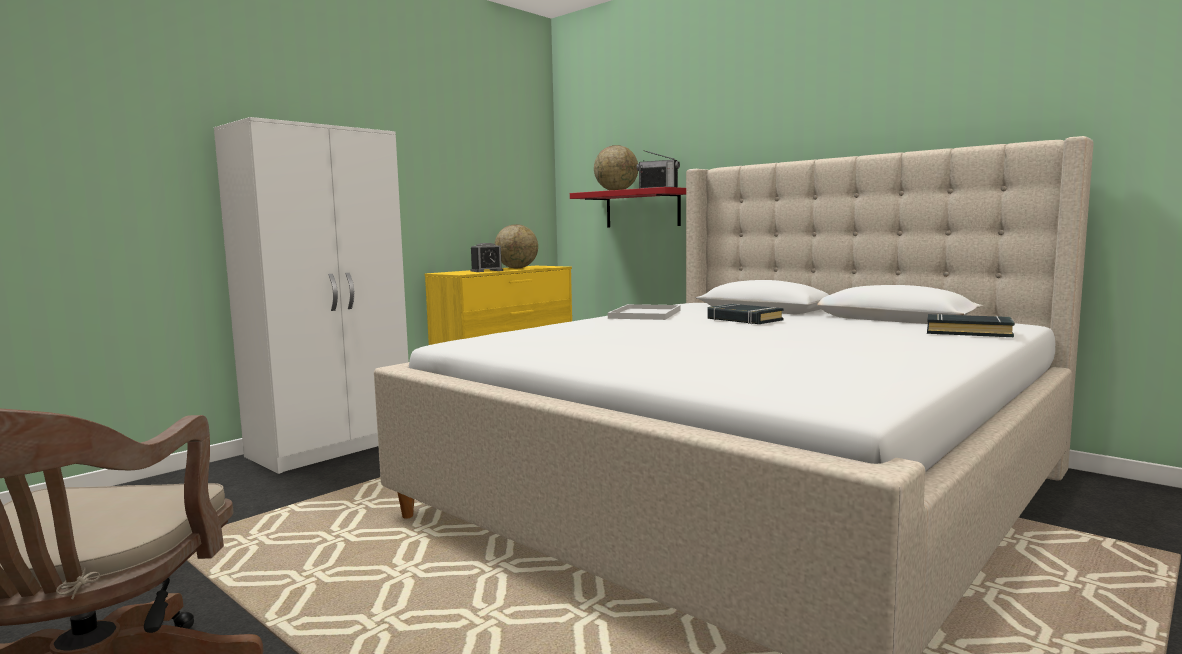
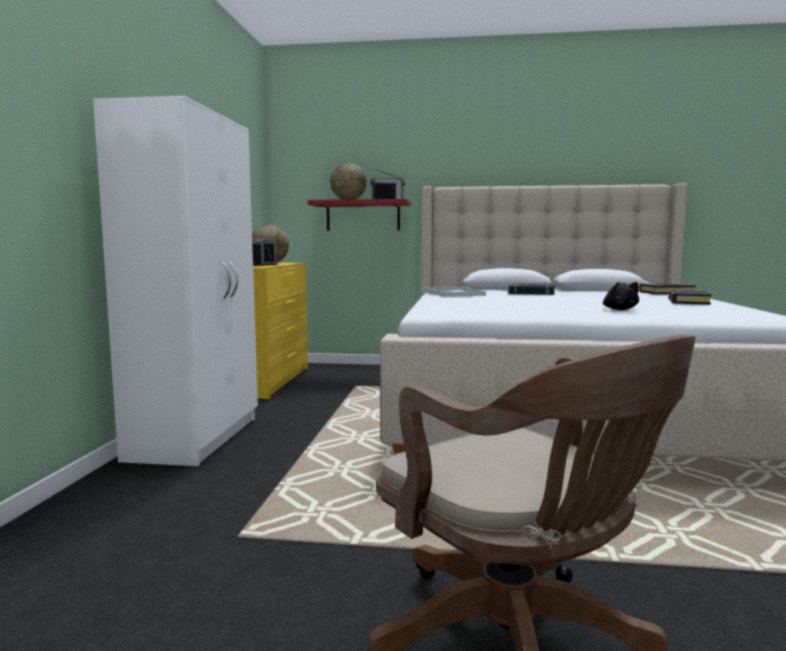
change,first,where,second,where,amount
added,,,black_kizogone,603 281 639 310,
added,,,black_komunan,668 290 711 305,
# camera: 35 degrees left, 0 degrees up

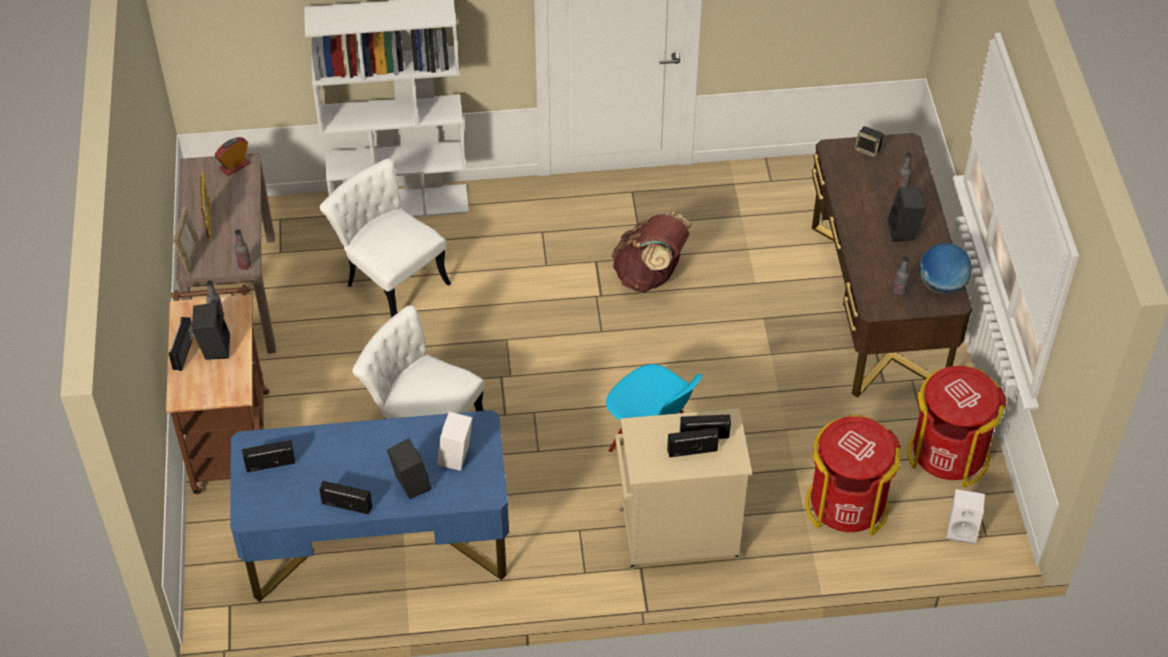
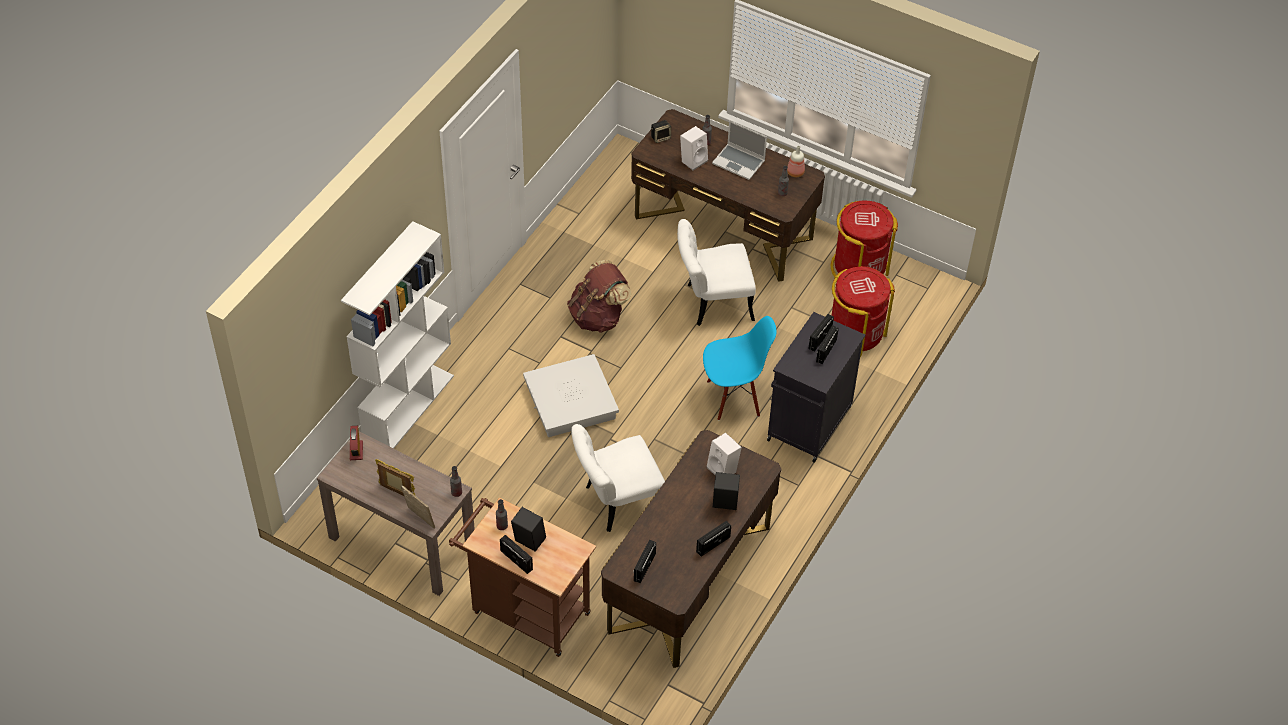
change,first,where,second,where,amount
moved,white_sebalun,320 158 451 318,,677 219 756 326,
replaced,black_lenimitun,888 187 926 242,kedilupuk,712 121 767 180,
replaced,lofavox,919 243 972 295,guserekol,787 146 805 177,
recoloured,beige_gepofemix,615 408 752 570,black_gepofemix,767 312 865 463,
recoloured,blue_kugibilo,230 410 509 602,brown_kugibilo,601 430 782 668,
moved,white_lenimitun,946 489 985 544,,680 126 708 170,
added,,,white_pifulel,523 354 619 437,
# camera: 55 degrees left, 0 degrees up

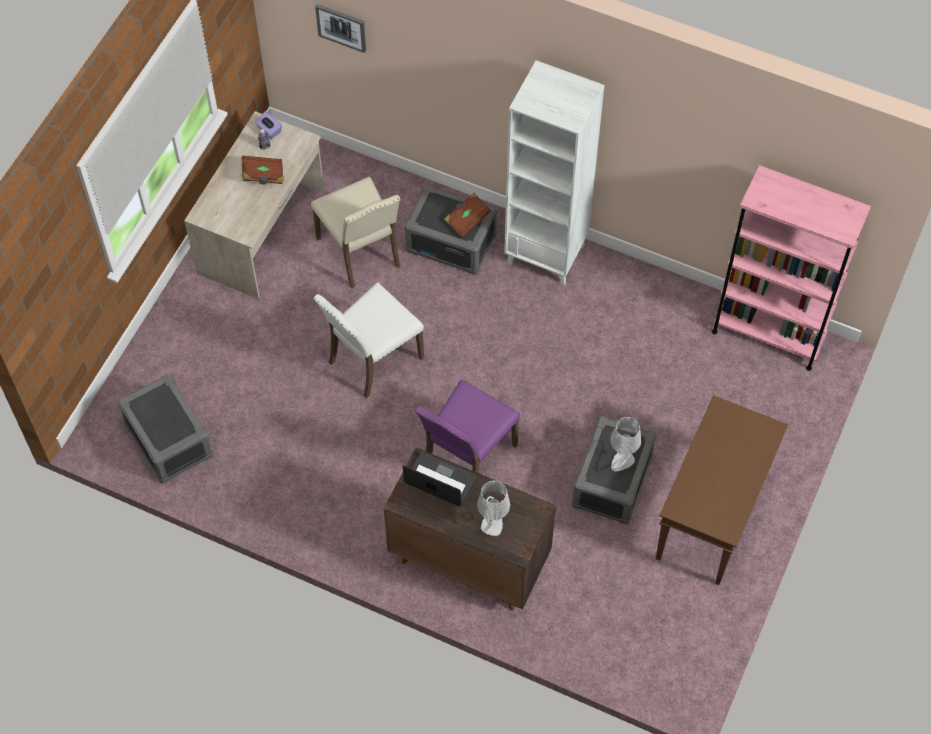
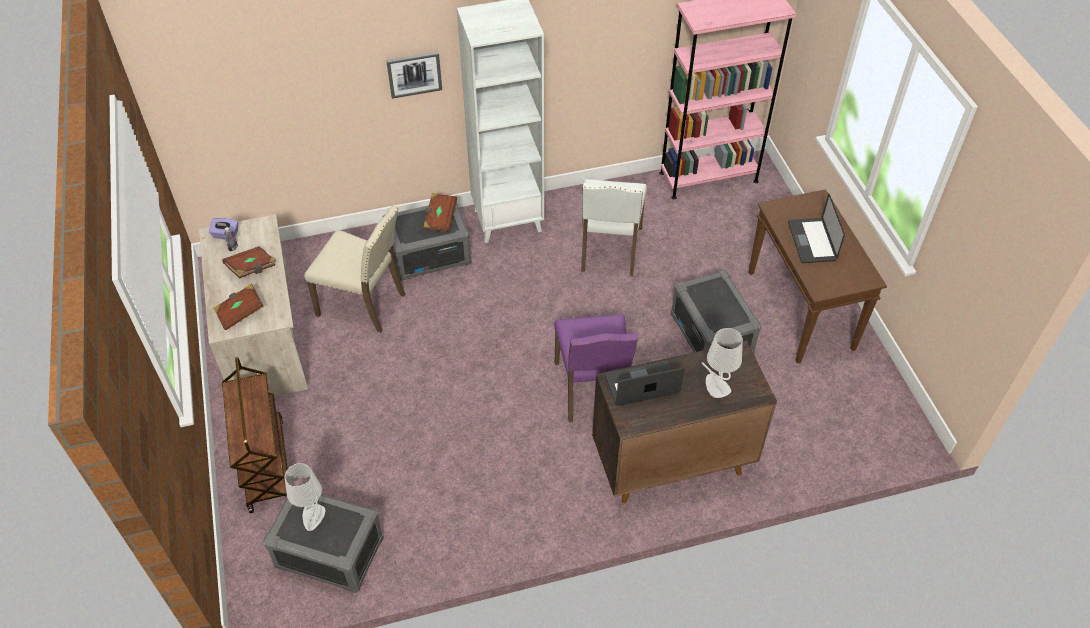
change,first,where,second,where,amount
moved,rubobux,315 4 366 53,,386 52 442 99,
moved,white_sebalun,313 283 424 398,,581 179 647 276,
moved,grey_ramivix,611 417 641 471,,285 463 325 531,
added,,,kedilupuk,788 193 845 263,
added,,,brown_komunan,214 284 263 330,
added,,,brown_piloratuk,222 357 288 514,
# camera: 40 degrees left, 10 degrees down

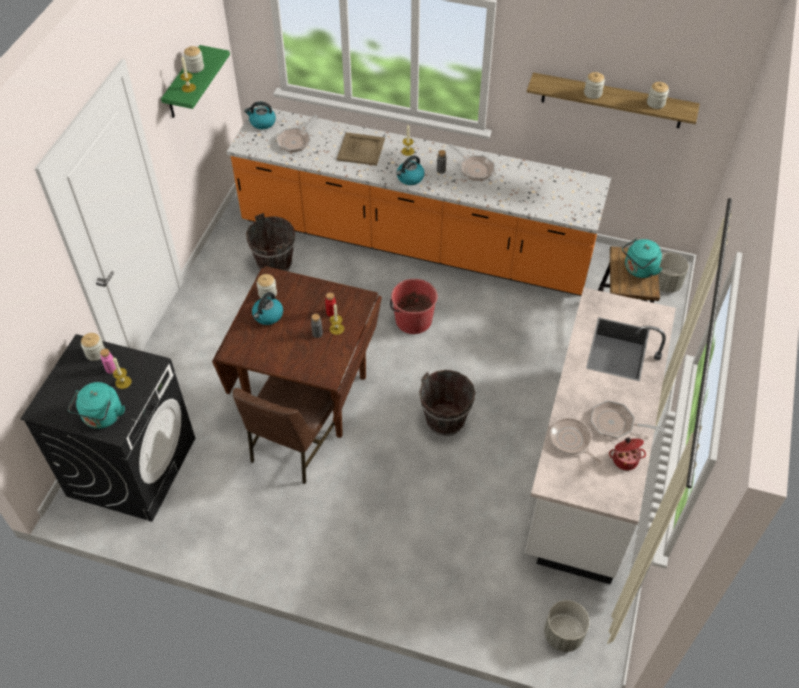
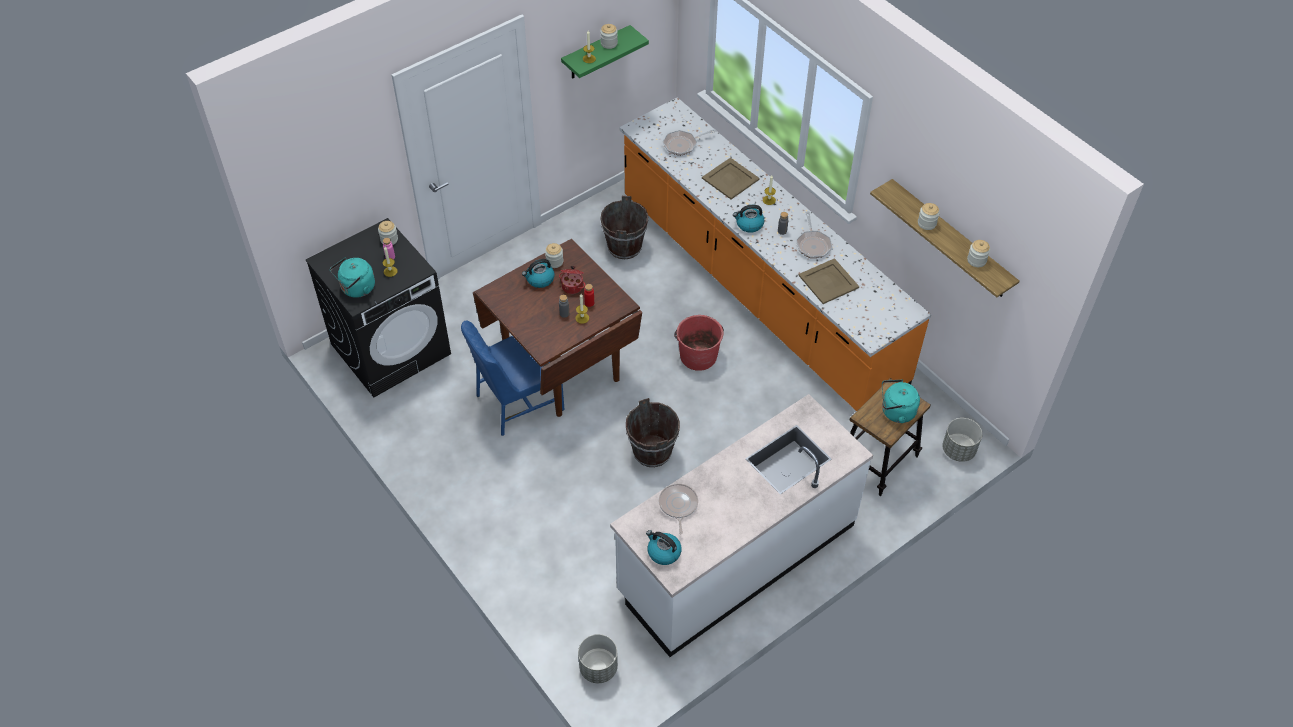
change,first,where,second,where,amount
moved,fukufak,244 102 276 129,,646 530 682 565,
recoloured,brown_sebalun,233 376 335 484,blue_sebalun,461 321 565 436,
removed,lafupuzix,591 400 664 438,,,
moved,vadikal,609 438 646 470,,559 266 586 294,
added,,,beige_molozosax,798 258 859 304,
# camera: 35 degrees right, 0 degrees up

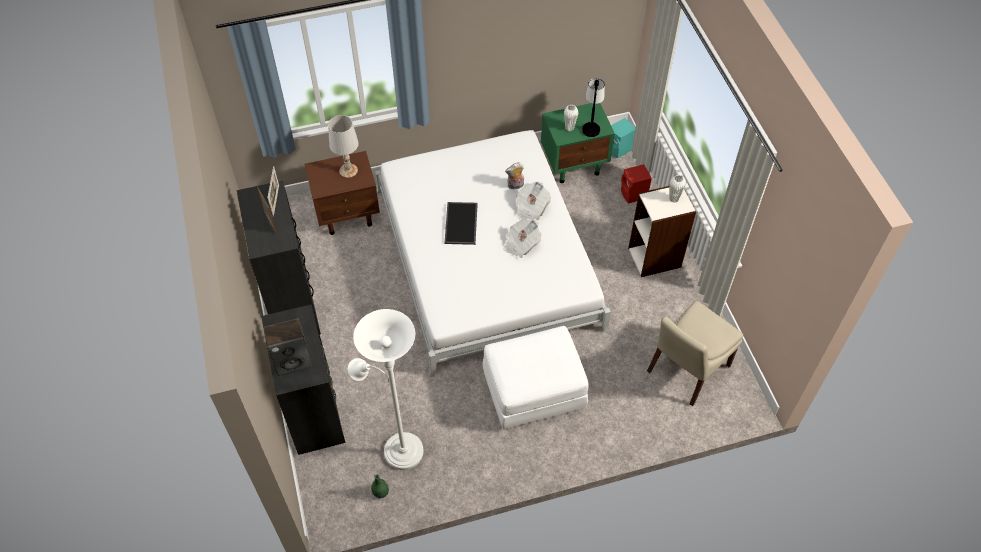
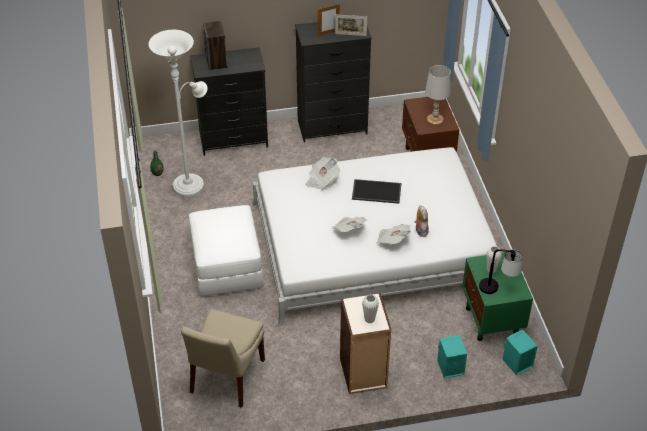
change,first,where,second,where,amount
recoloured,red_lenimitun,621 164 652 204,turquoise_lenimitun,437 336 467 379,
turned,beige_sebalun,647 301 743 406,,181 309 265 408,120 degrees counterclockwise
added,,,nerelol,306 157 340 190,
# camera: 95 degrees right, 10 degrees down

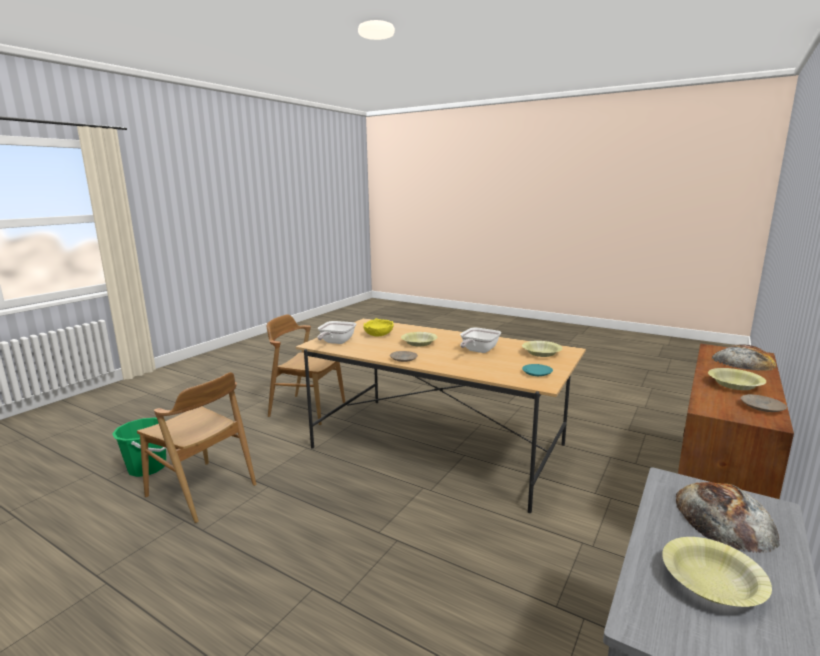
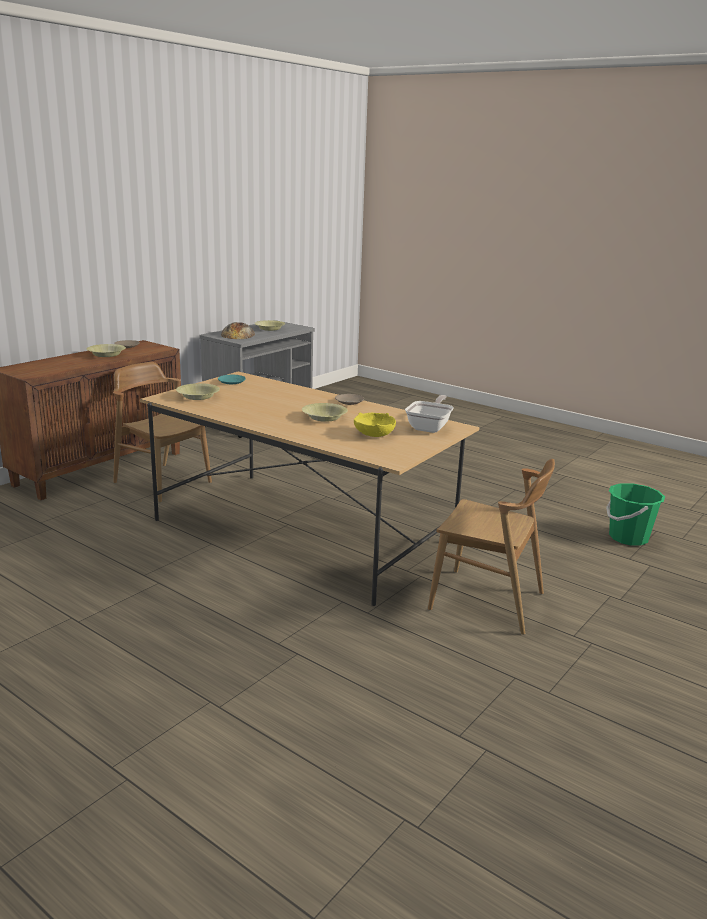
change,first,where,second,where,amount
removed,lafupuzix,460 327 501 353,,,
removed,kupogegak,712 344 776 371,,,
moved,brown_sebalun,137 372 256 523,,113 362 212 503,
# camera: 175 degrees left, 5 degrees up

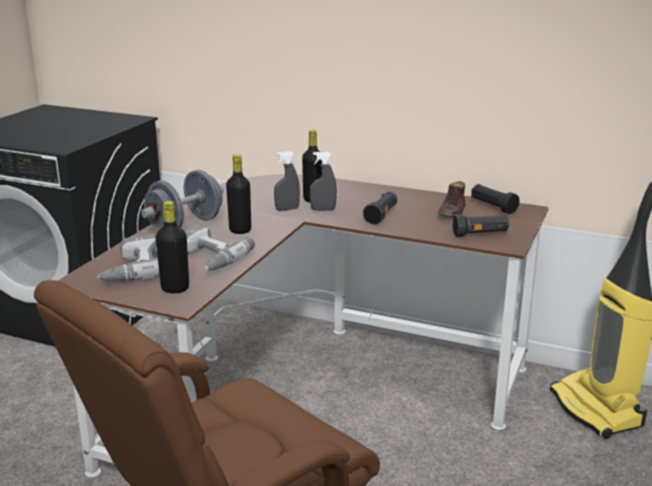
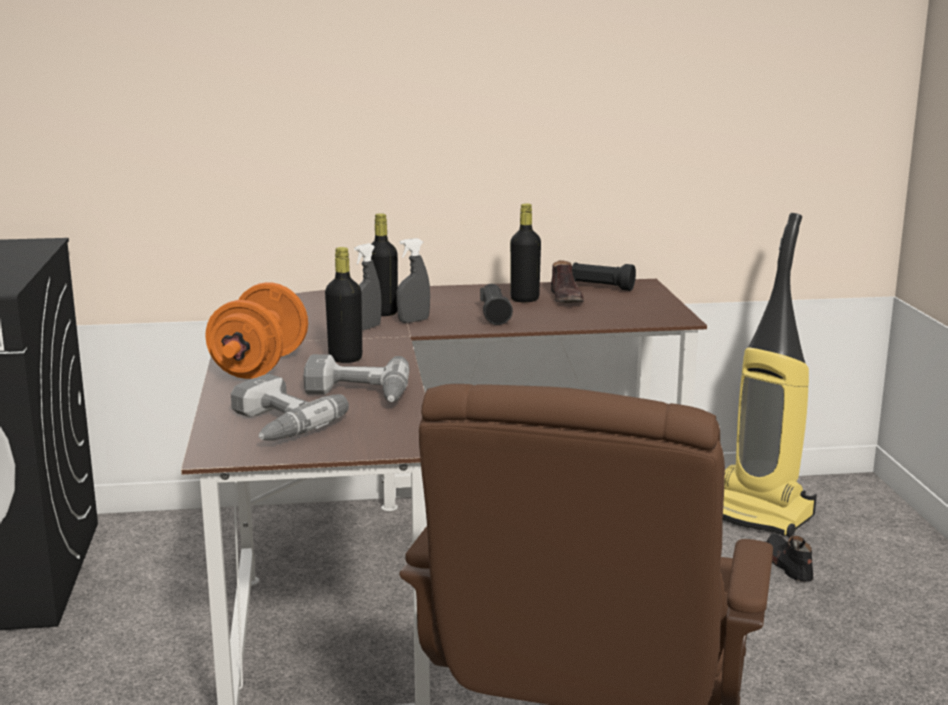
change,first,where,second,where,amount
recoloured,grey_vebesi,141 170 224 229,orange_vebesi,205 282 308 379,
moved,black_guserekol,156 201 189 293,,510 204 541 302,
removed,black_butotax,452 214 509 237,,,
added,,,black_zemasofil,766 534 813 582,
# camera: 30 degrees left, 5 degrees down

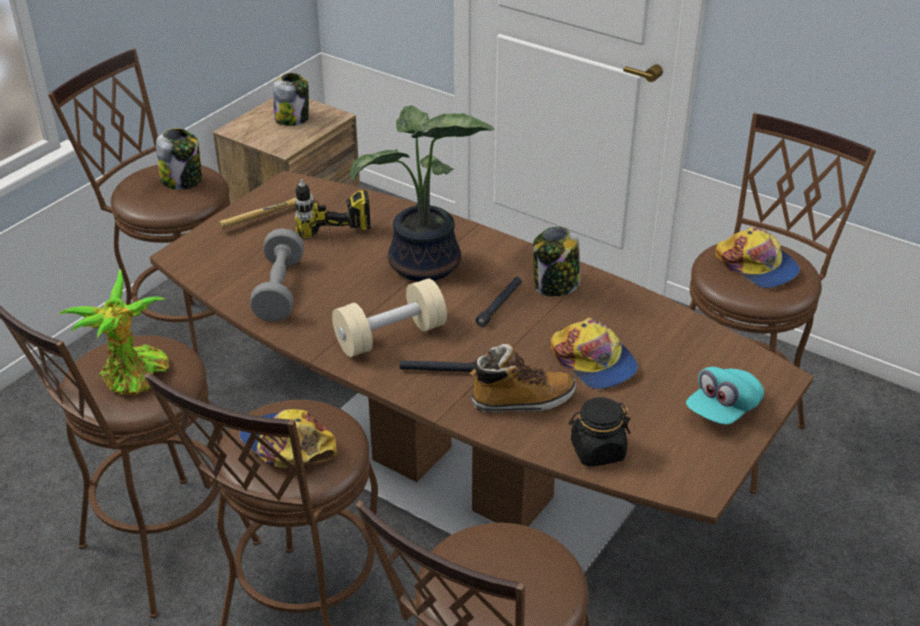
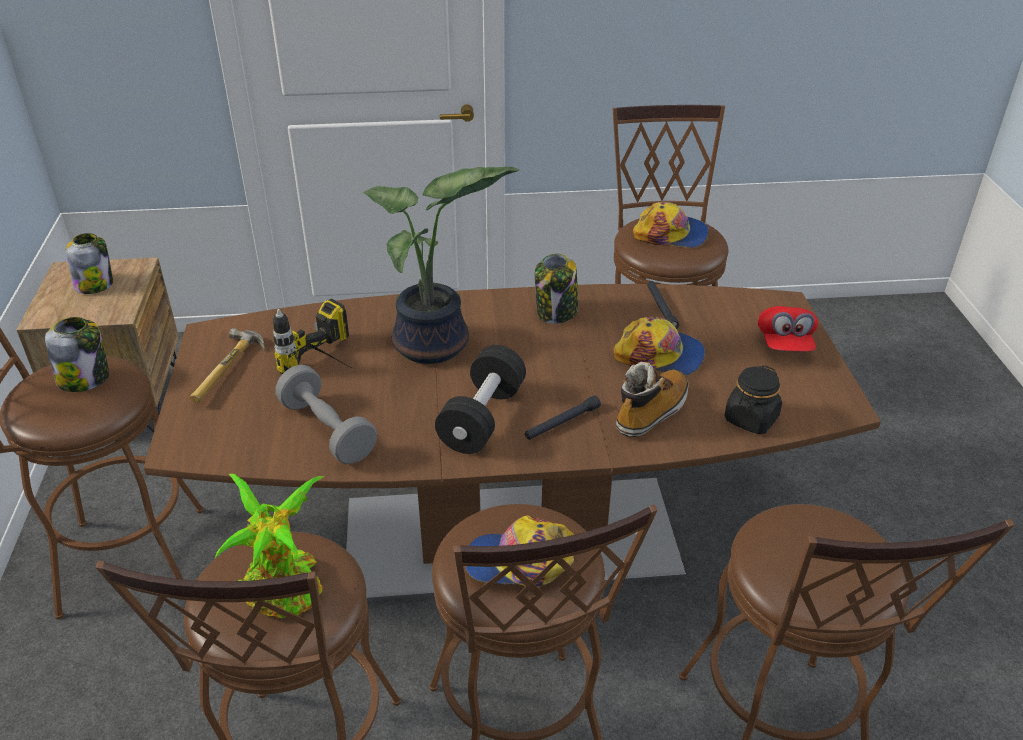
change,first,where,second,where,amount
moved,black_butotax,476 277 522 327,,647 281 679 329,
recoloured,beige_vebesi,332 278 447 357,black_vebesi,435 345 526 454,
recoloured,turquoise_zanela,686 367 764 425,red_zanela,758 306 818 351,
# camera: 40 degrees left, 0 degrees up

